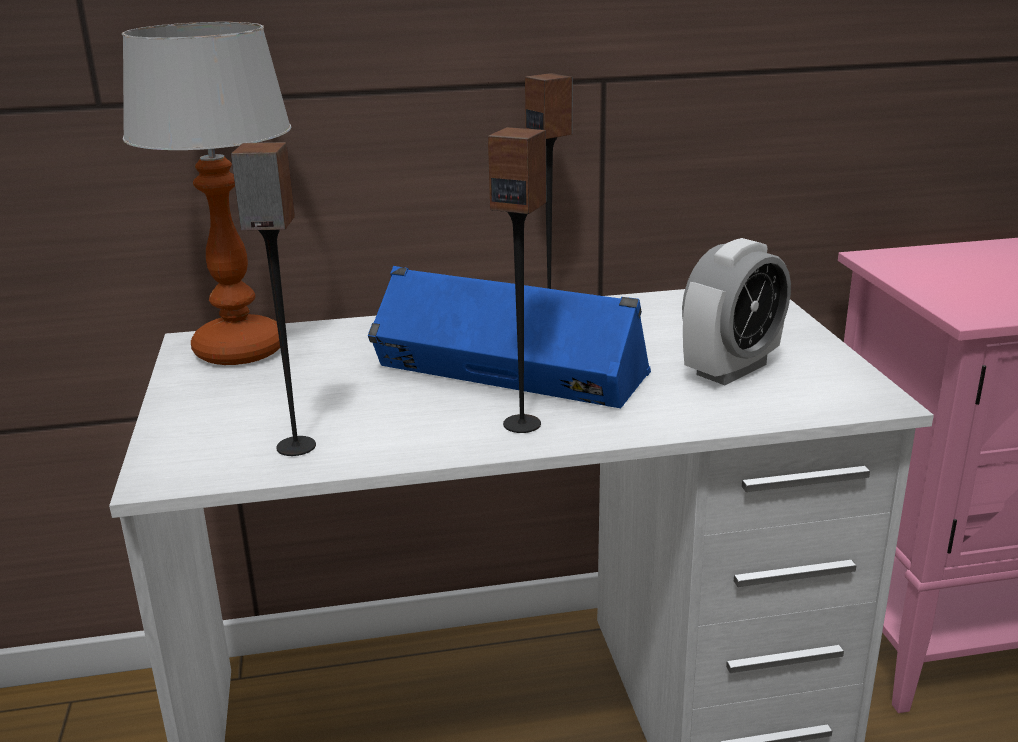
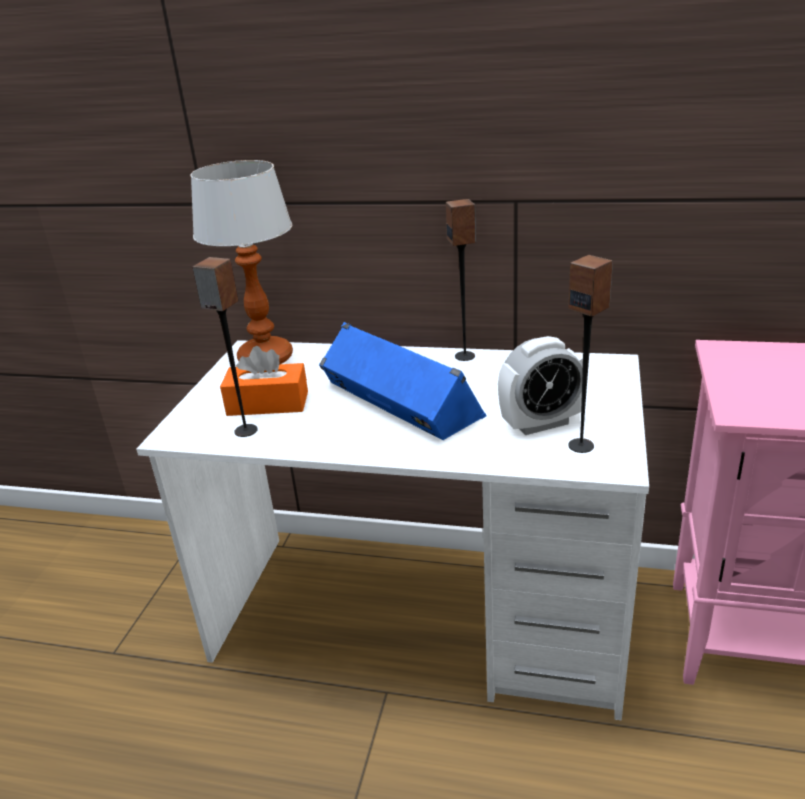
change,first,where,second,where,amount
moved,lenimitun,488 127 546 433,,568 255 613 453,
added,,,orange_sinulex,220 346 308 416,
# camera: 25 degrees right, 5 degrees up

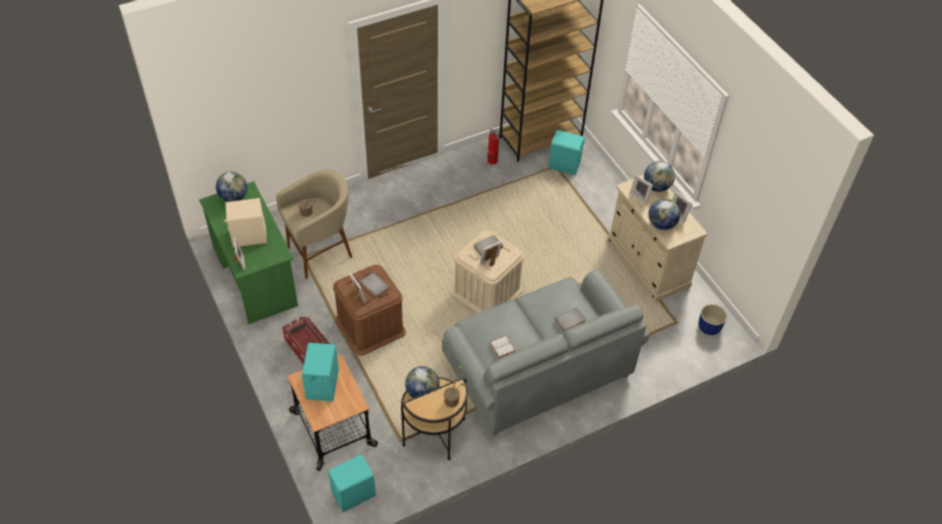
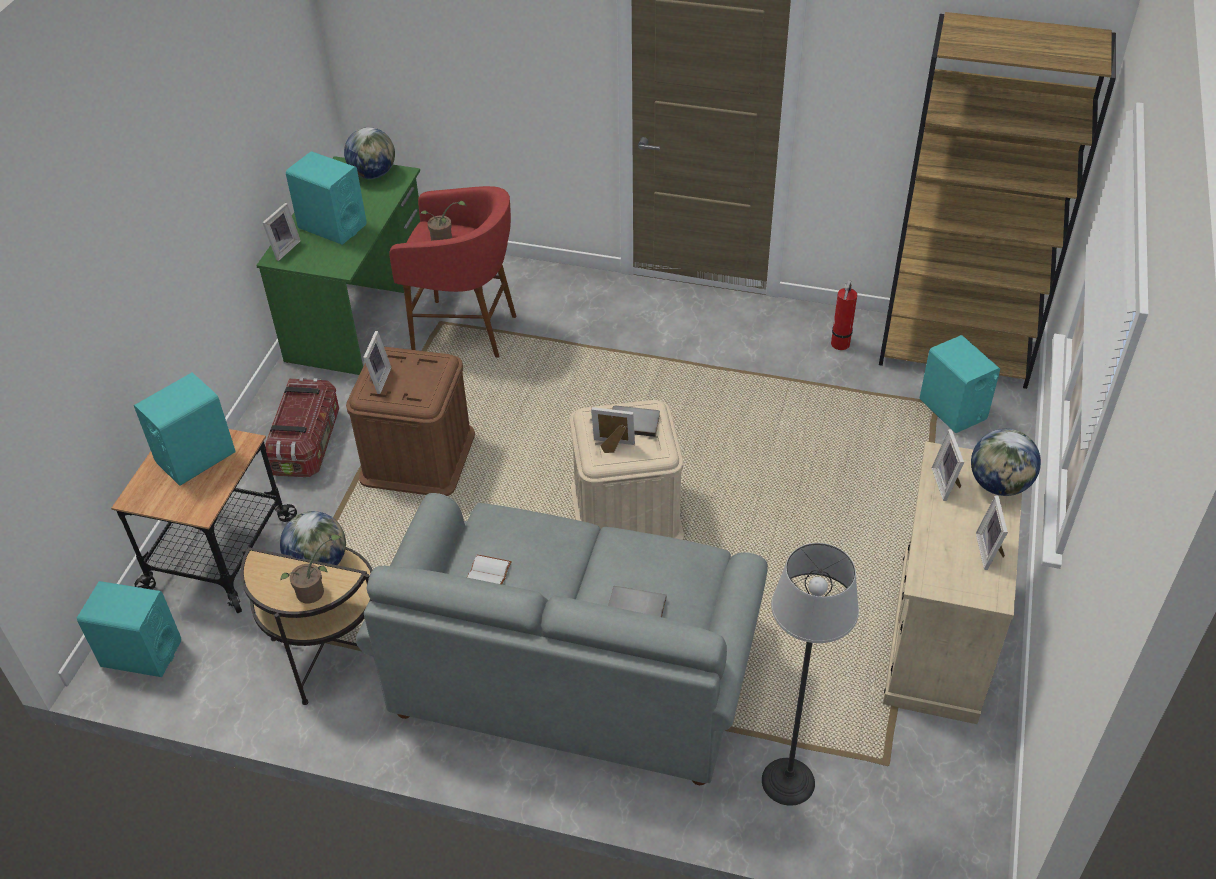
change,first,where,second,where,amount
recoloured,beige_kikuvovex,276 170 352 279,red_kikuvovex,389 186 516 358,
recoloured,beige_lenimitun,224 198 267 247,turquoise_lenimitun,286 151 367 244,
removed,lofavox,648 198 680 230,,,
removed,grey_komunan,360 272 390 298,,,
removed,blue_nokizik,699 304 727 335,,,
added,,,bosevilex,762 543 859 806,
# camera: 45 degrees right, 5 degrees down

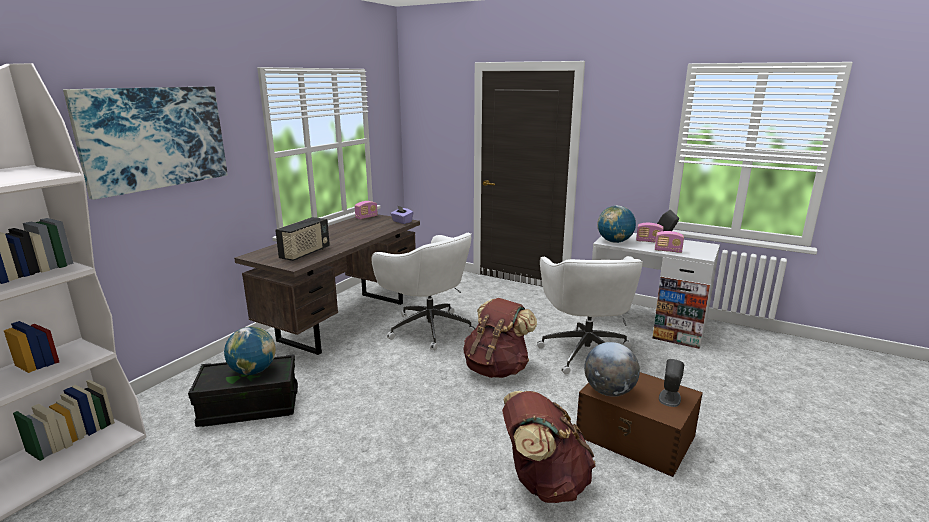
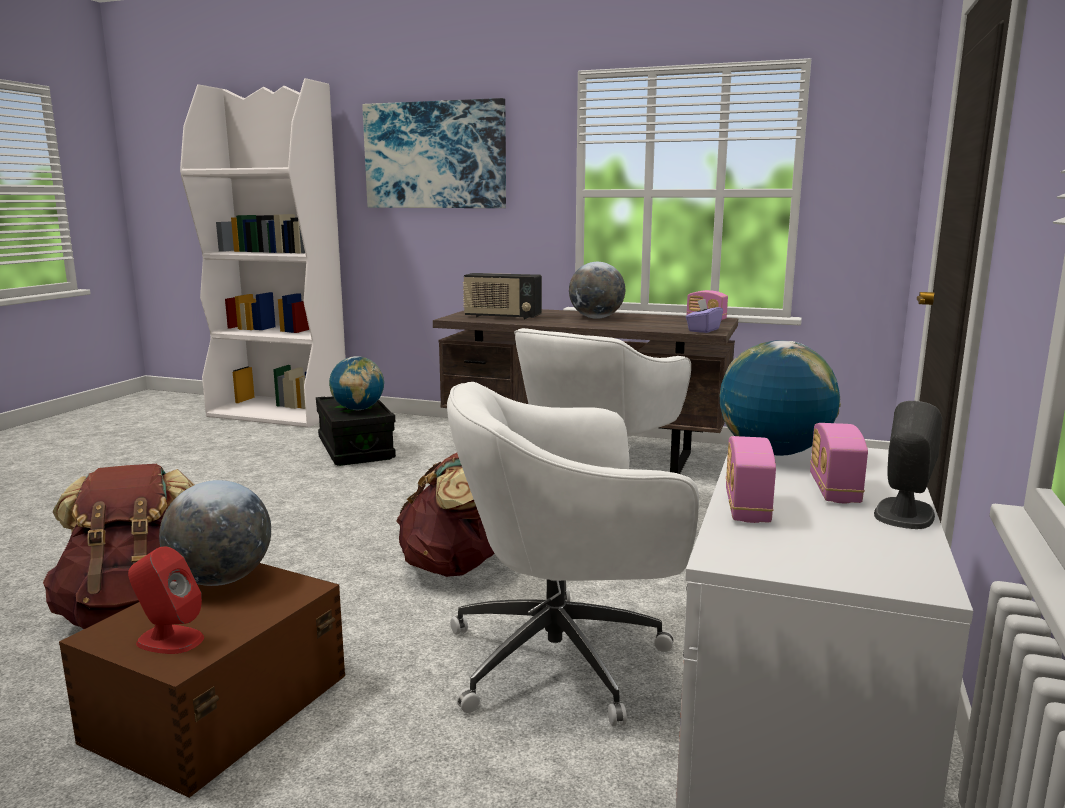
change,first,where,second,where,amount
recoloured,grey_lenimitun,659 359 684 407,red_lenimitun,128 547 204 654,
added,,,lofavox,569 262 625 319,
# camera: 80 degrees right, 5 degrees down

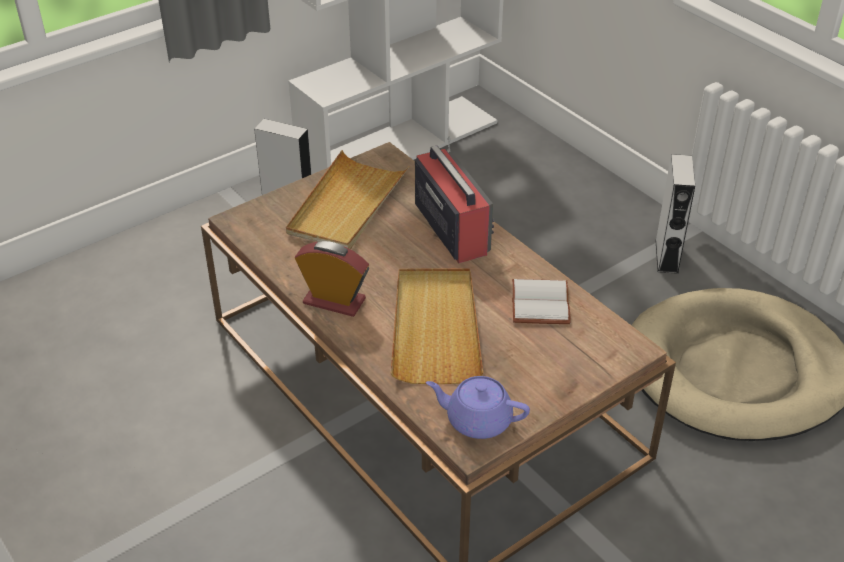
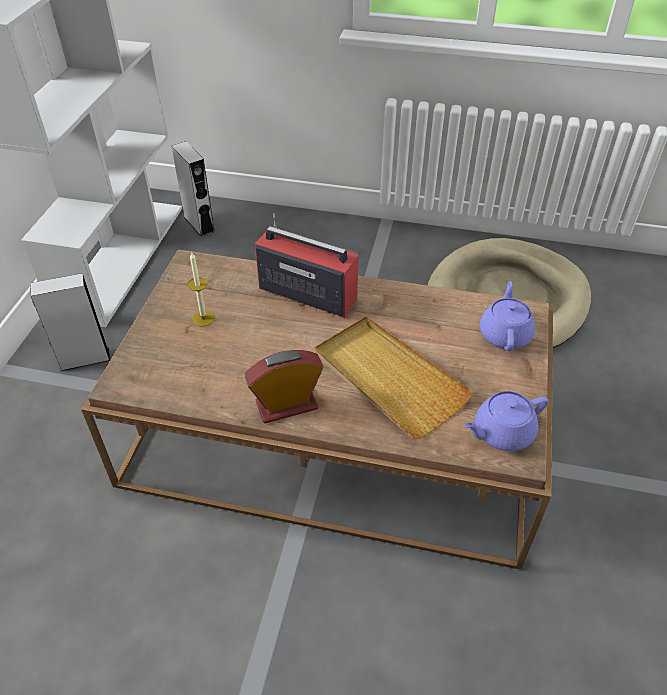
change,first,where,second,where,amount
replaced,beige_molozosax,286 150 409 250,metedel,187 253 215 326,
moved,grey_lenimitun,655 154 695 274,,171 141 215 237,
removed,white_komunan,512 279 571 324,,,
added,,,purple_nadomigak,480 281 535 351,
# camera: 40 degrees left, 5 degrees up

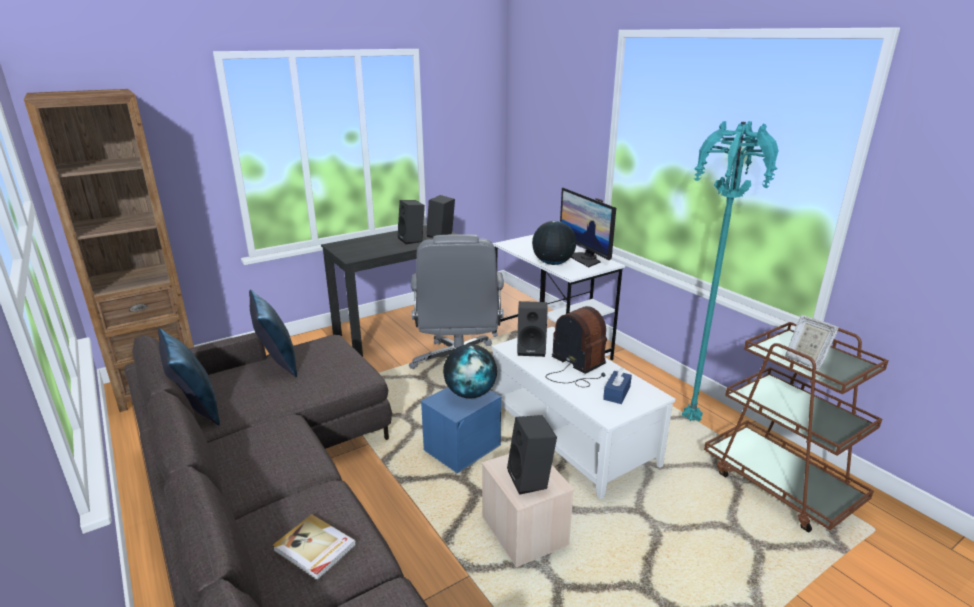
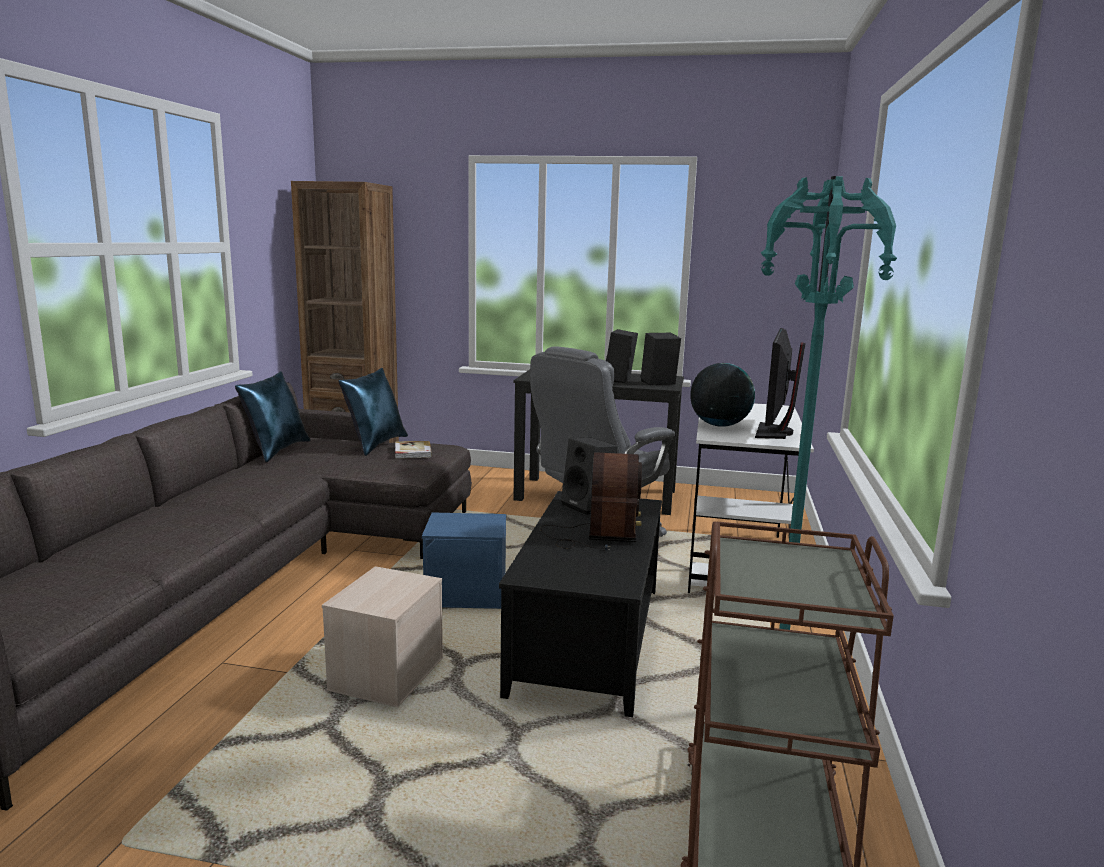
change,first,where,second,where,amount
removed,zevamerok,785 315 839 370,,,
recoloured,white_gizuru,492 327 676 499,black_gizuru,499 491 662 717,
removed,lofavox,443 344 497 399,,,
removed,blue_sinulex,603 367 632 404,,,
removed,black_lenimitun,507 415 557 495,,,
moved,komunan,272 514 356 581,,395 441 432 459,
# camera: 45 degrees right, 10 degrees down

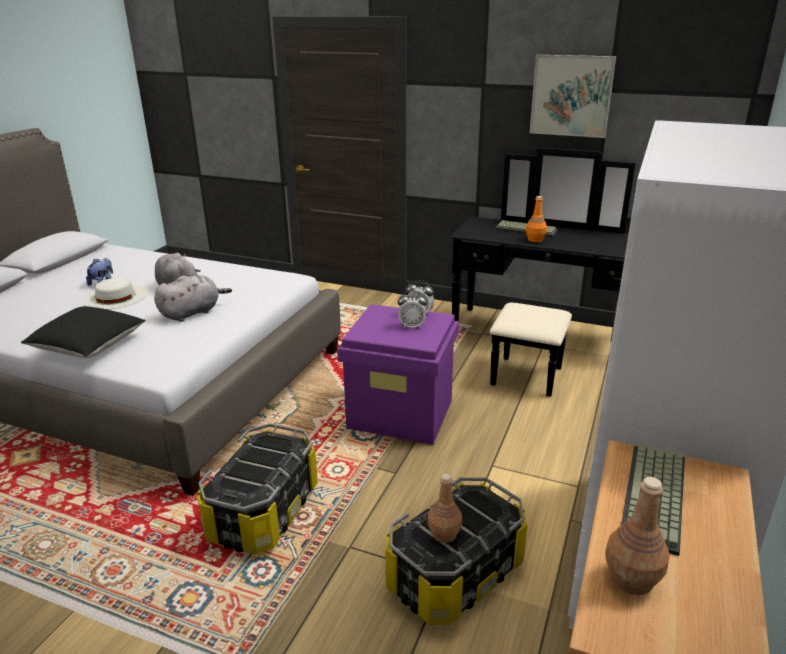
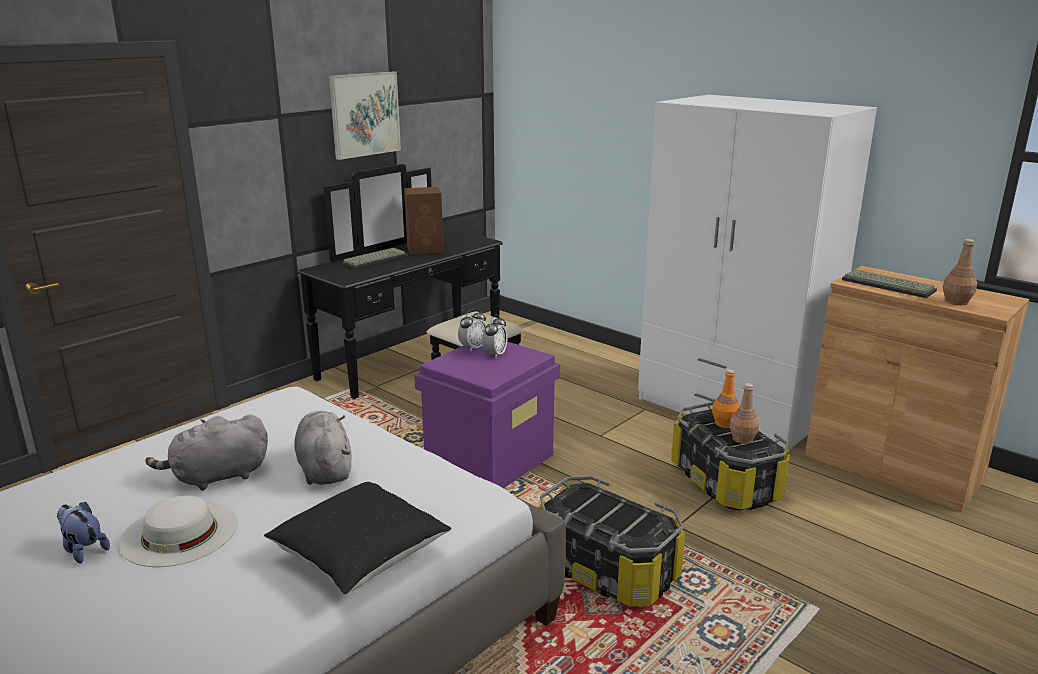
change,first,where,second,where,amount
moved,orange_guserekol,526 196 547 242,,712 369 740 428,
added,,,brown_lenimitun,404 187 444 254,
# camera: 70 degrees left, 5 degrees down

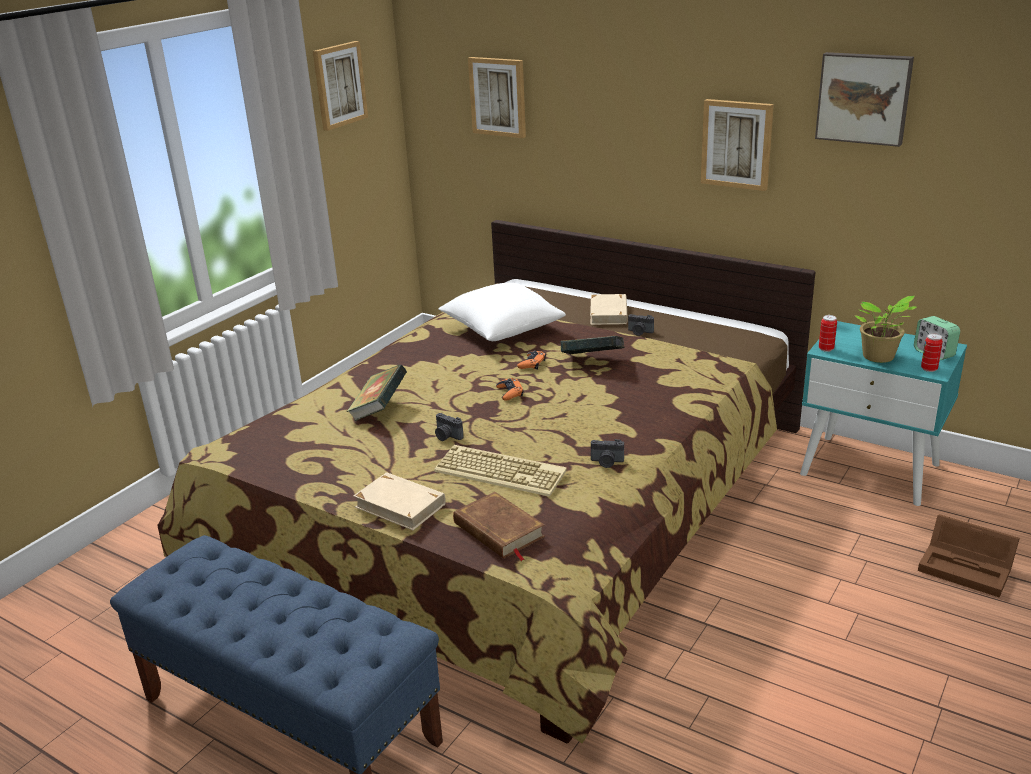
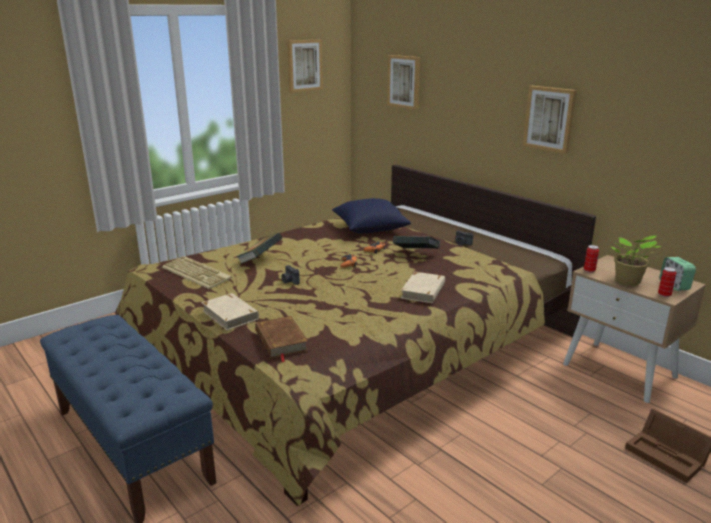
change,first,where,second,where,amount
removed,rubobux,815 52 914 147,,,
recoloured,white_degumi,438 283 566 341,blue_degumi,332 198 411 233,
moved,beige_komunan,590 294 628 325,,401 272 445 303,
recoloured,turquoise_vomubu,800 321 967 506,beige_vomubu,563 255 706 403,
removed,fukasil,591 439 624 468,,,
moved,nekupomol,434 445 567 497,,162 256 232 289,
# camera: 15 degrees right, 5 degrees down

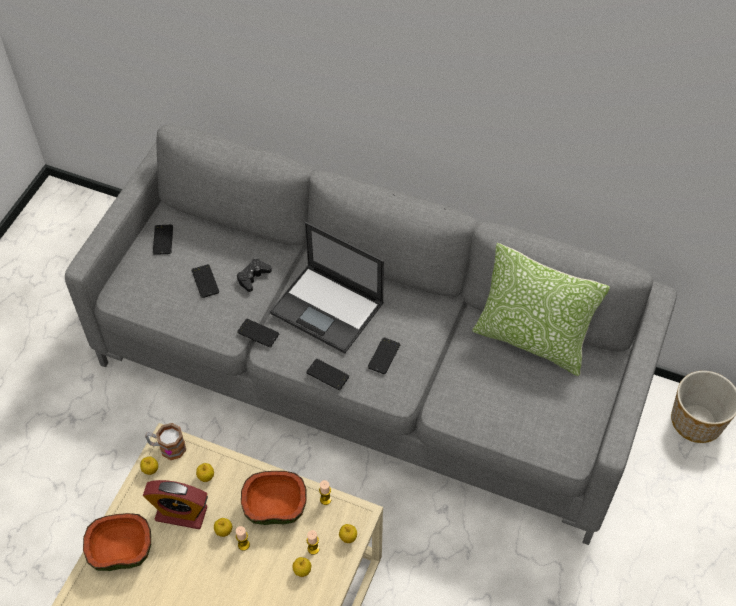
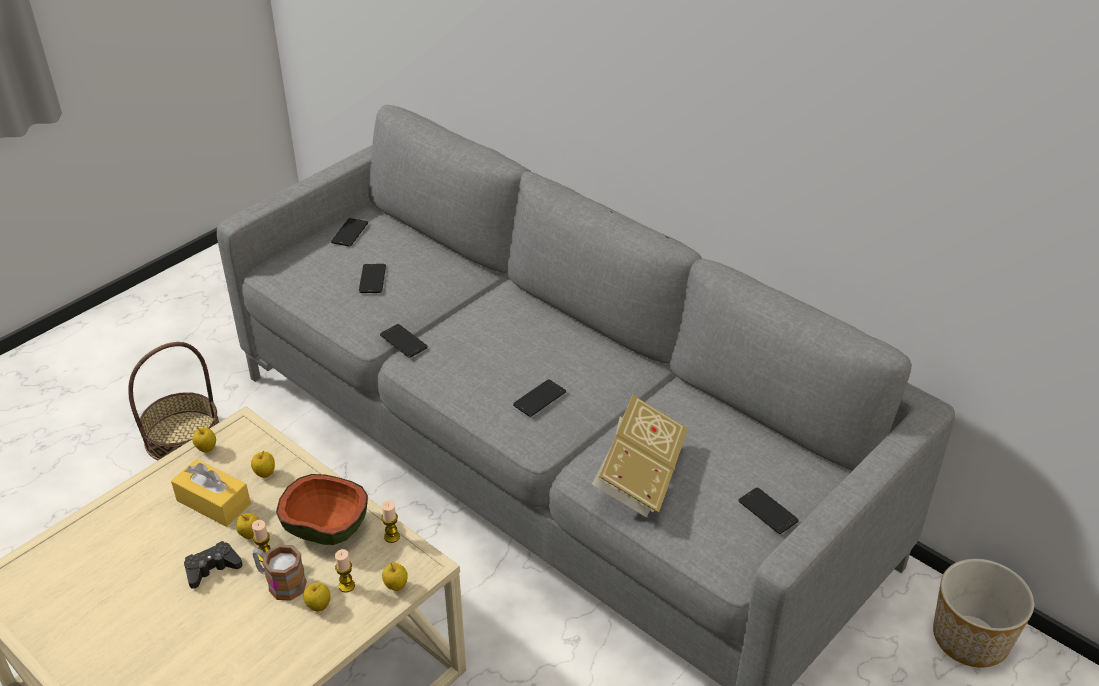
change,first,where,second,where,amount
removed,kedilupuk,270 222 384 354,,,
removed,degumi,472 243 610 376,,,
moved,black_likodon,237 259 272 292,,184 541 243 589,
moved,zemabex,306 359 349 390,,739 488 798 534,
moved,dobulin,145 423 186 460,,253 544 307 601,
replaced,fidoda,143 480 208 529,yellow_sinulex,171 459 251 527,
removed,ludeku,83 513 151 571,,,
added,,,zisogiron,128 342 219 460,
added,,,komunan,592 395 688 518,
# camera: 20 degrees right, 15 degrees down

